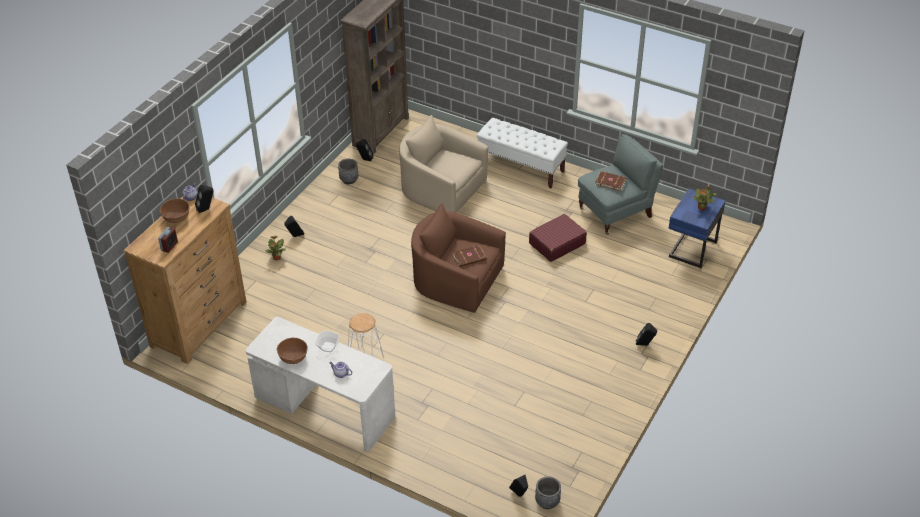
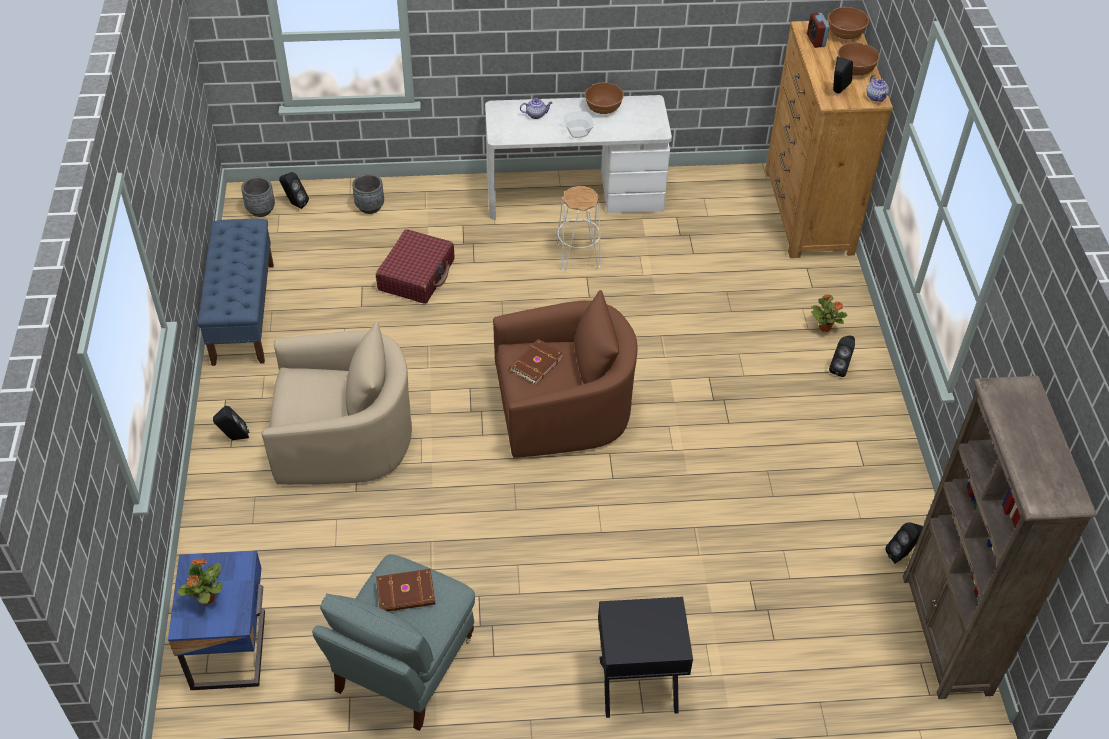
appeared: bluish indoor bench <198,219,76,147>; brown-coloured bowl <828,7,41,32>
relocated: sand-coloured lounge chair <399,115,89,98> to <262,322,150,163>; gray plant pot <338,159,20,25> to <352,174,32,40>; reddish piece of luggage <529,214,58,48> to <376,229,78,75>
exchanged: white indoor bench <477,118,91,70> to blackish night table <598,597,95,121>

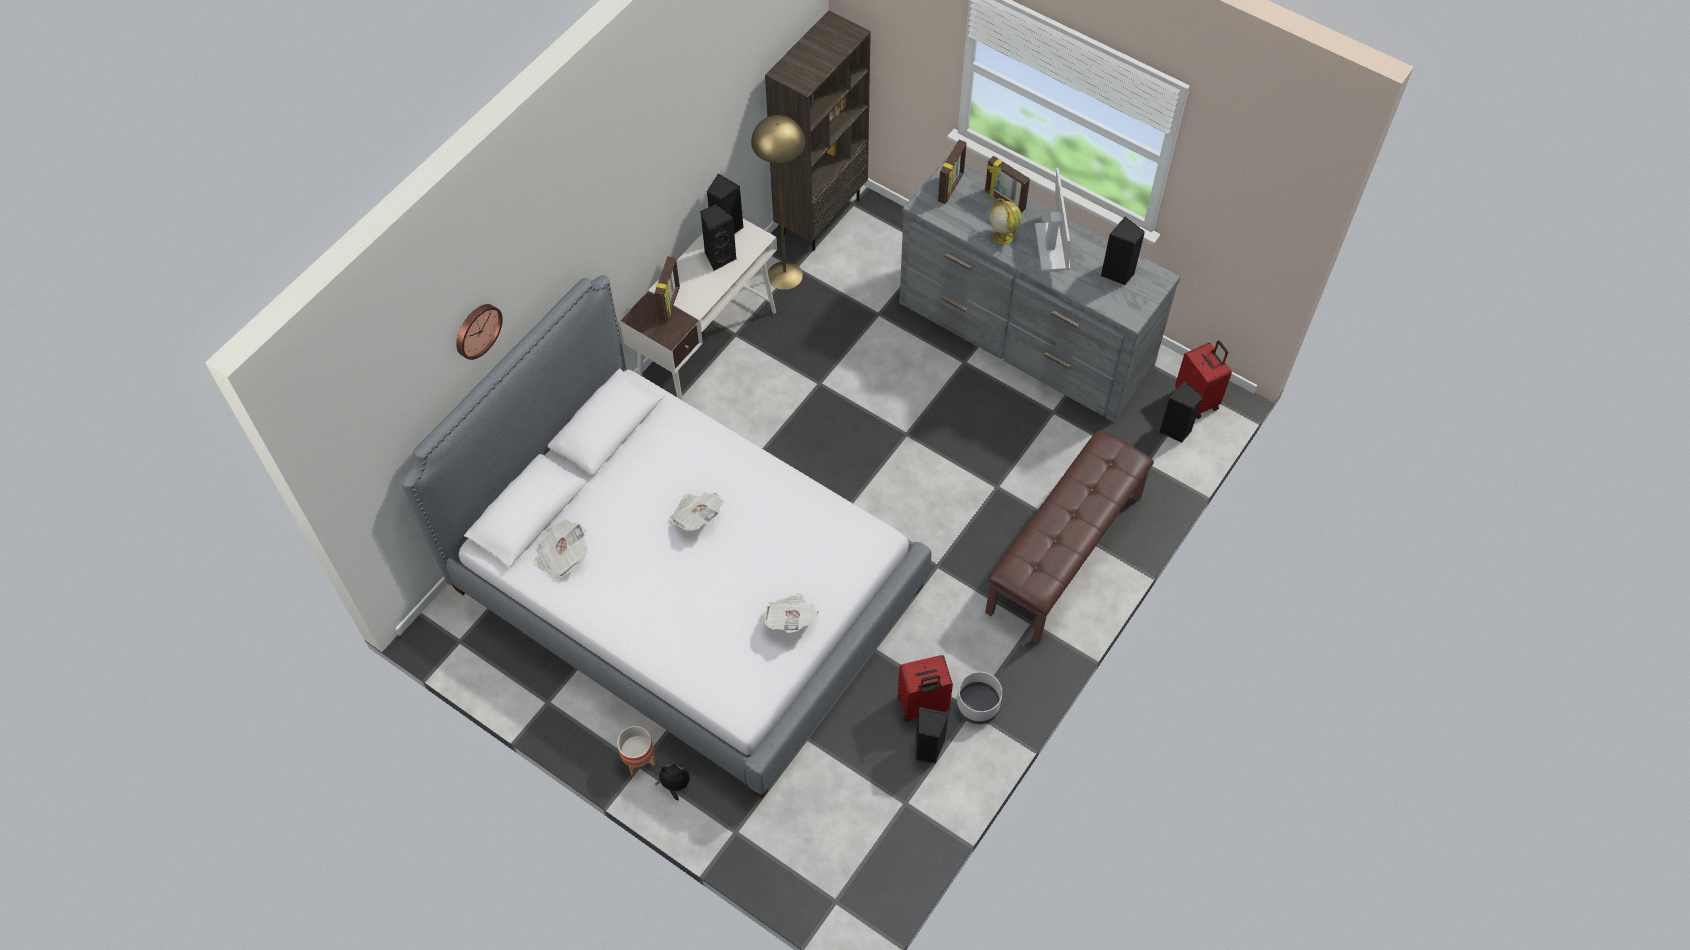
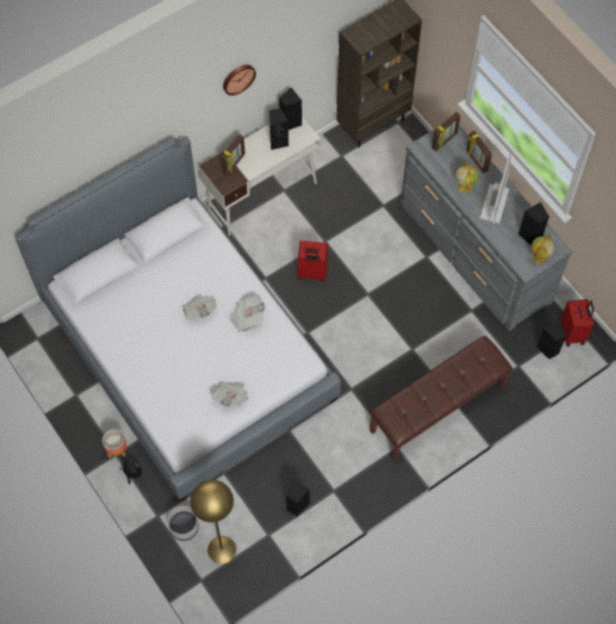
appeared: desk globe <531,234,24,30>
relocated: gray plant pot <957,672,46,52> to <167,506,32,35>; yellow-coloured standard lamp <751,115,54,175> to <190,480,46,84>; wall clock <456,304,47,56> to <223,65,33,31>; printed paper <533,519,54,61> to <228,296,38,36>; reddish piece of luggage <897,655,56,67> to <298,241,30,40>

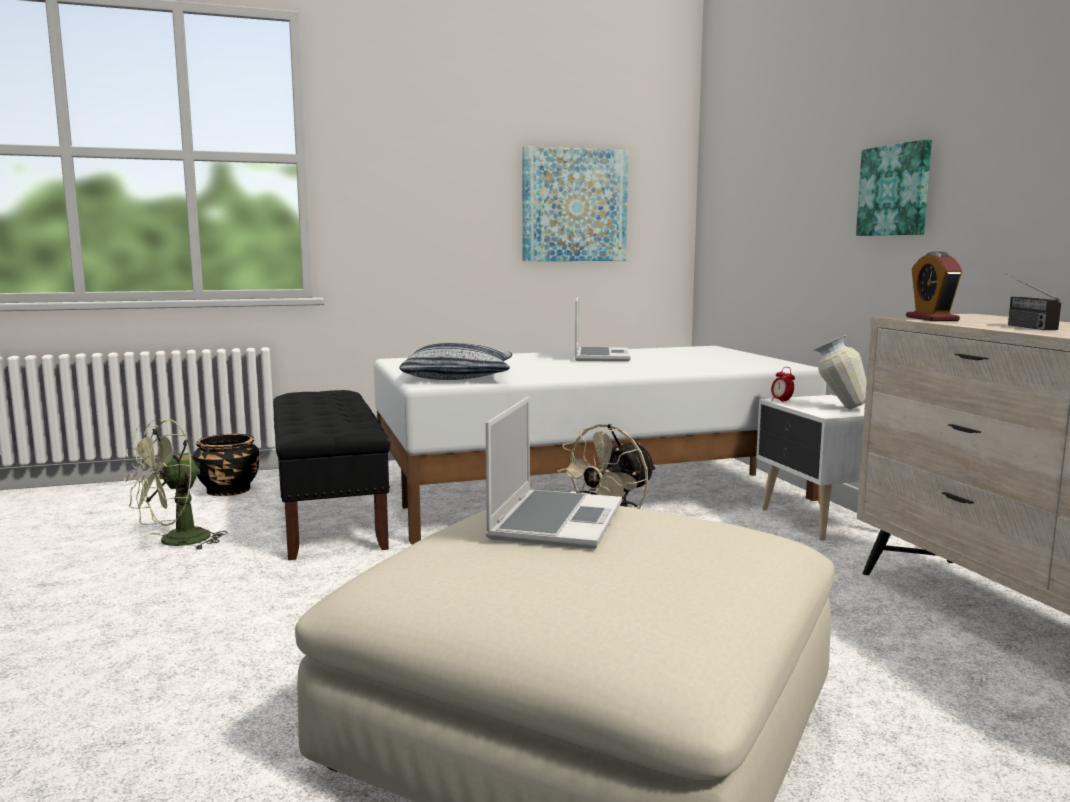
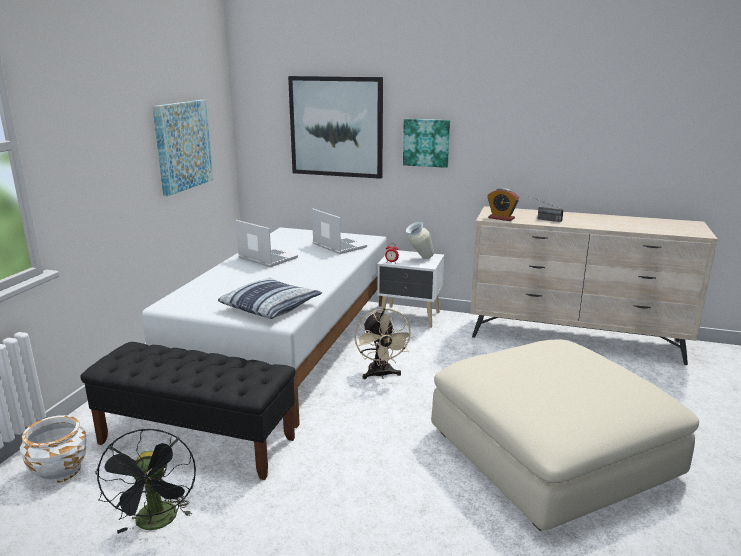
appeared: picture <288,76,95,103>
relocated: laptop <486,397,136,152> to <312,208,55,46>
colour: blackish plant pot <192,434,67,62> to white plant pot <20,415,66,69>; green-coloured electric fan <124,419,104,131> to blackish electric fan <95,429,101,105>

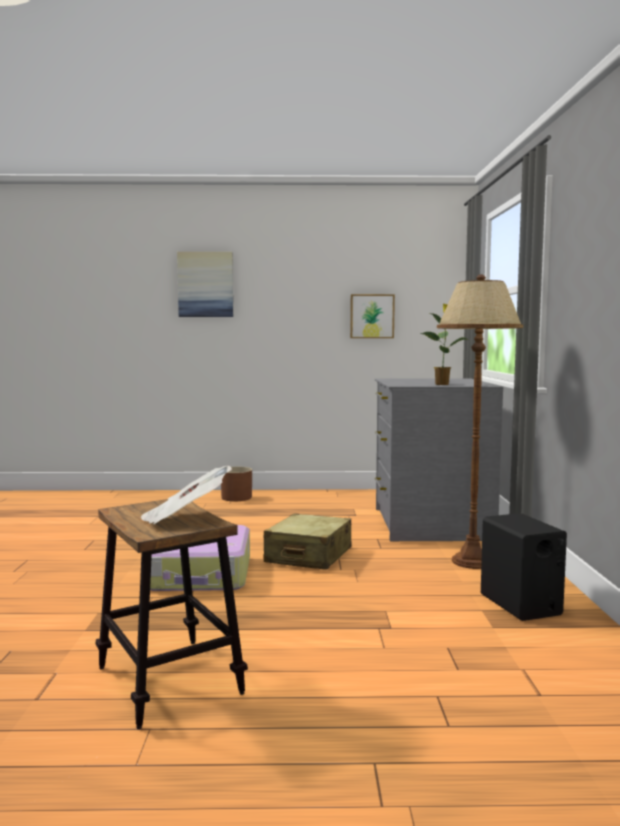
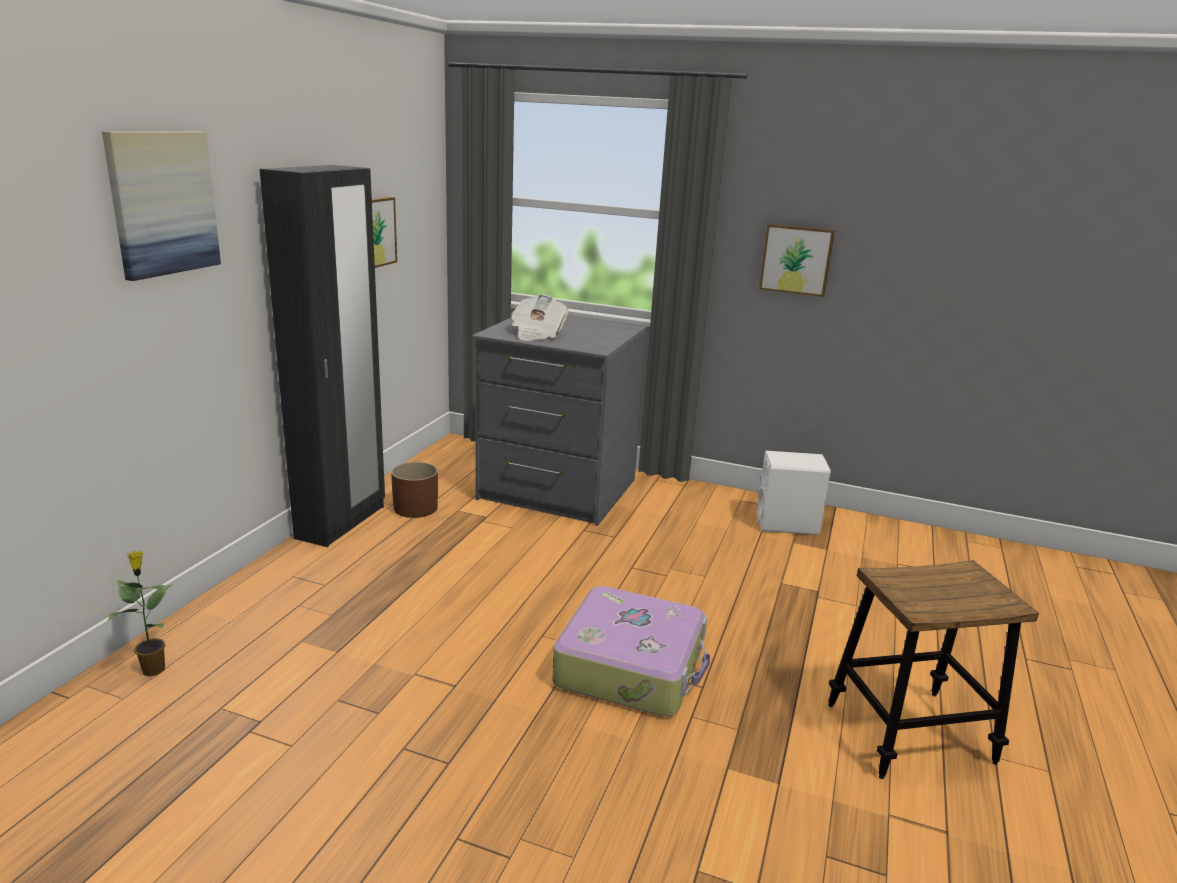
missing: sand-coloured piece of luggage <264,513,87,57>; brown-coloured standard lamp <437,275,86,294>
appeared: blackish armoire <260,165,125,382>; picture <759,224,76,73>
relocated: plant in a pot <420,304,47,81> to <108,551,65,125>; brown-coloured plant pot <221,467,31,34> to <391,462,47,56>; printed paper <141,466,91,59> to <511,294,58,47>
colour: blackish speaker <481,513,86,108> to white speaker <757,451,74,84>

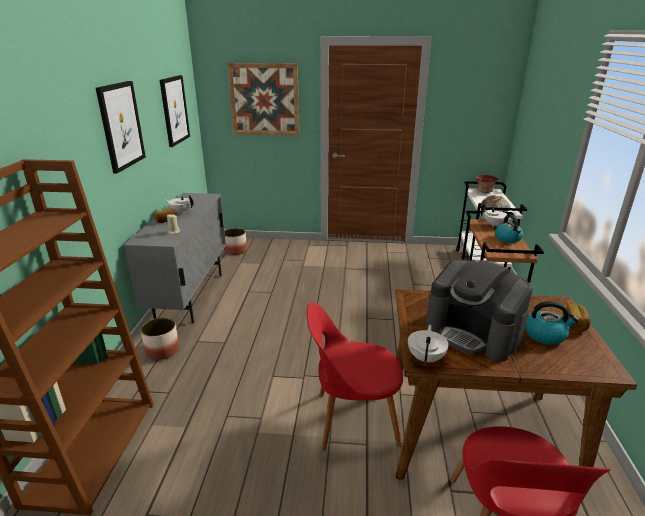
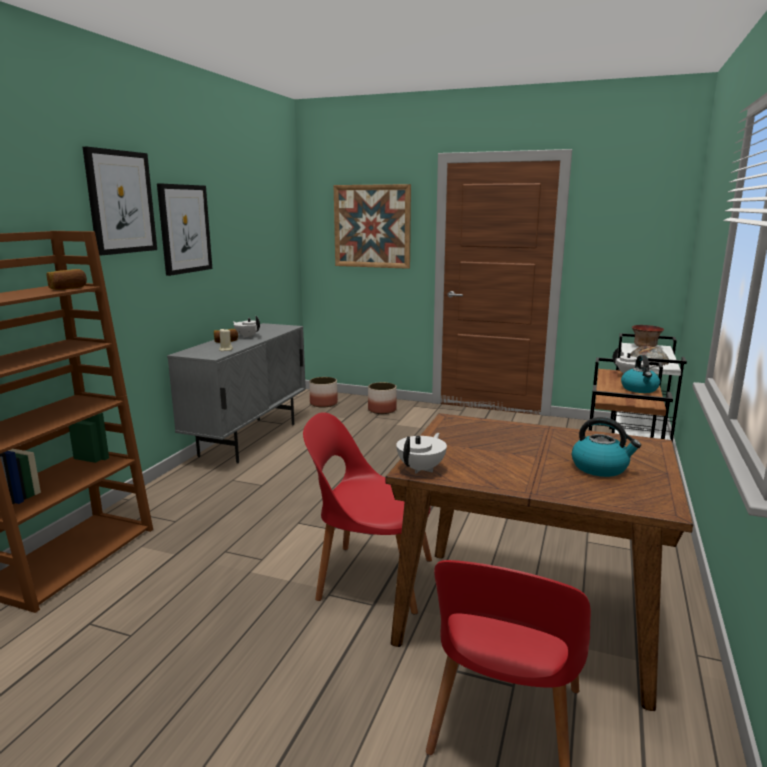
missing: coffee brewer <426,259,107,103>
relocated: bread <566,304,25,28> to <46,269,41,21>; picture <160,75,30,72> to <83,147,74,109>; plant pot <141,317,38,43> to <368,382,29,32>

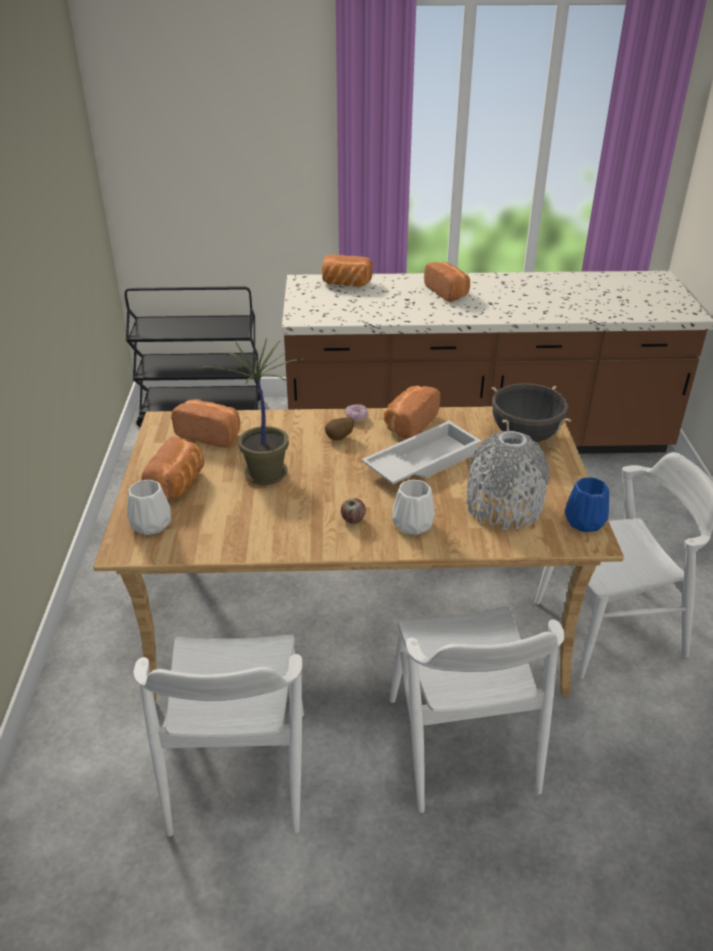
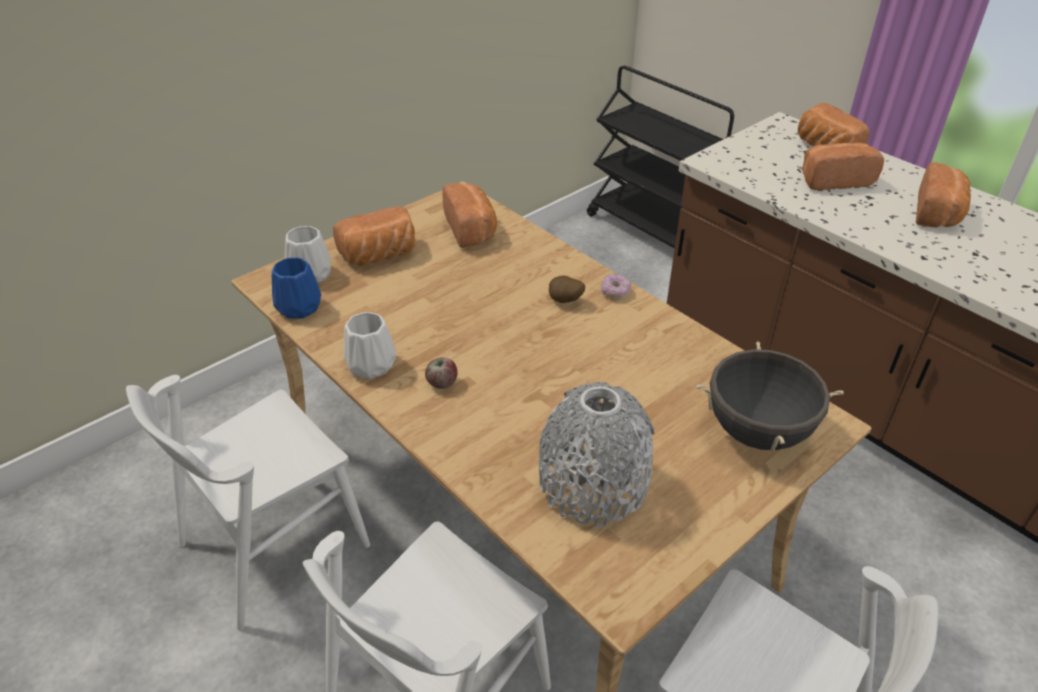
missing: plant in a pot <199,338,105,147>; white tray <361,421,120,63>
relocated: bluish flower vase <565,477,44,55> to <272,258,49,61>; white flower vase <392,480,43,55> to <344,312,52,67>; bread <384,386,56,53> to <802,142,82,48>

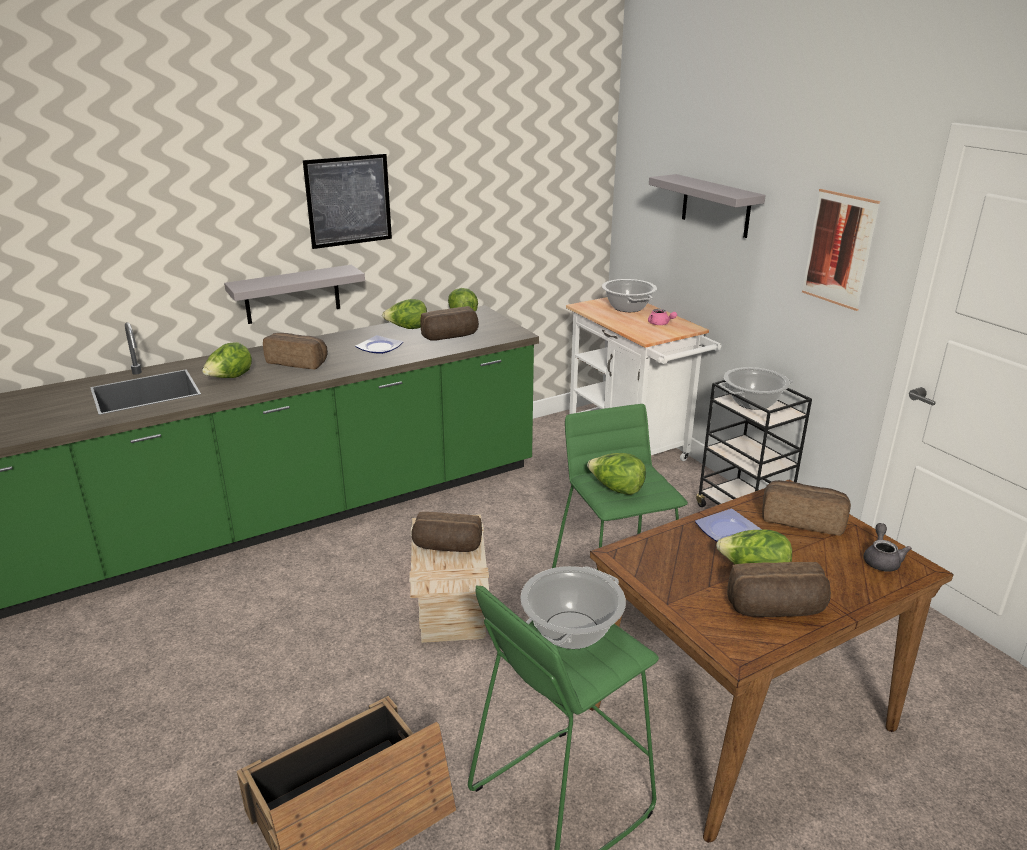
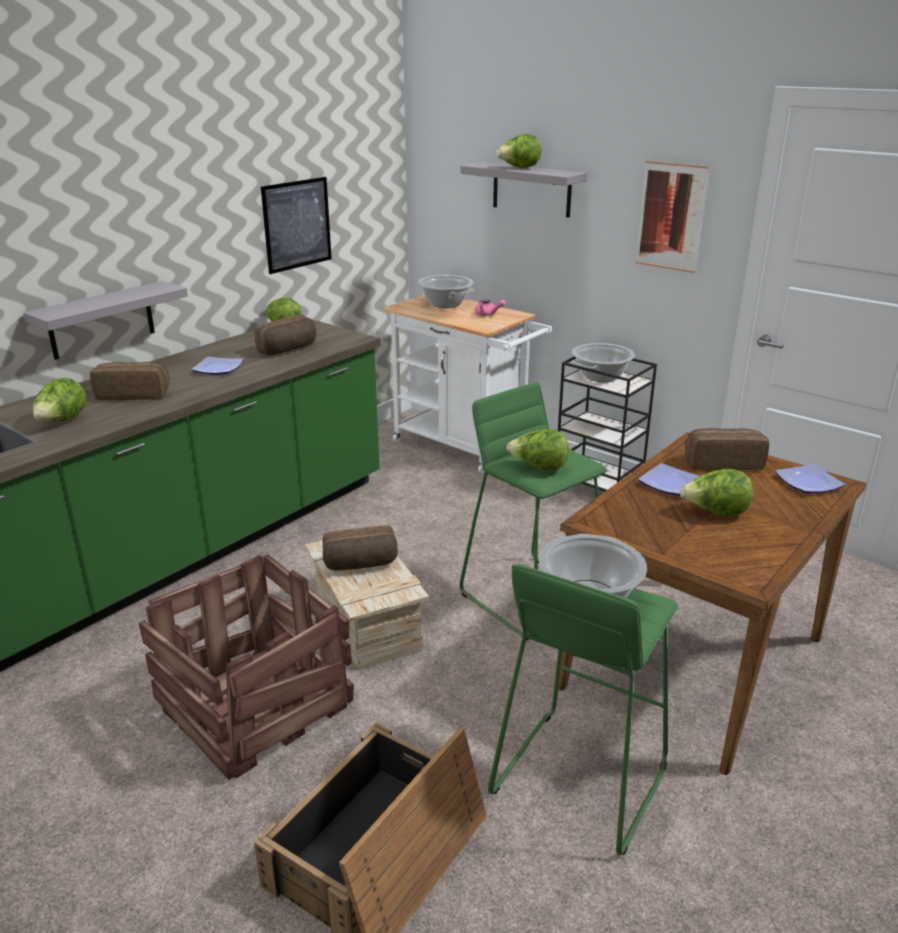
missing: bread <727,562,104,55>
appeared: packing crate <139,554,215,226>
relocated: picture <303,154,89,95> to <261,177,71,97>; head of lettuce <382,299,45,30> to <496,134,46,34>
exchanged: gray pot for tea <864,523,48,49> to flat dish <775,464,70,29>

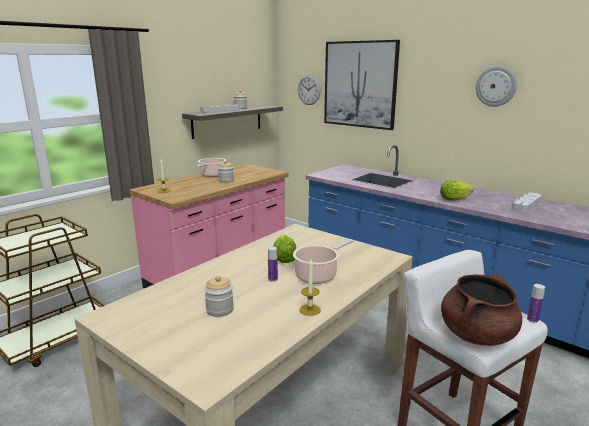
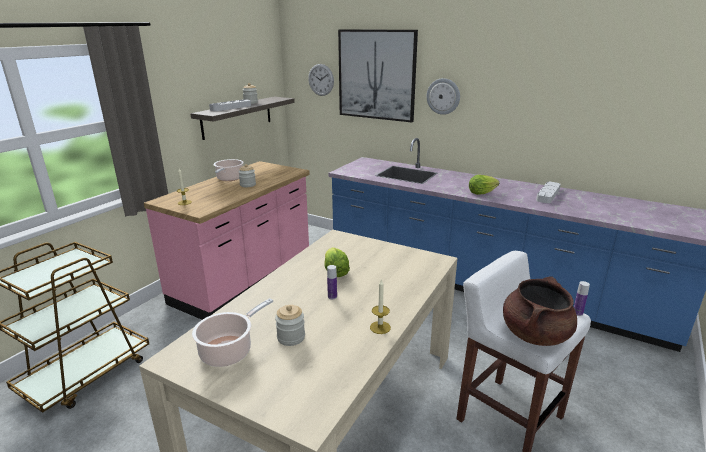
relocated: cooking pot <293,239,61,45> to <192,298,81,69>; wall clock <476,66,41,41> to <426,78,34,37>

